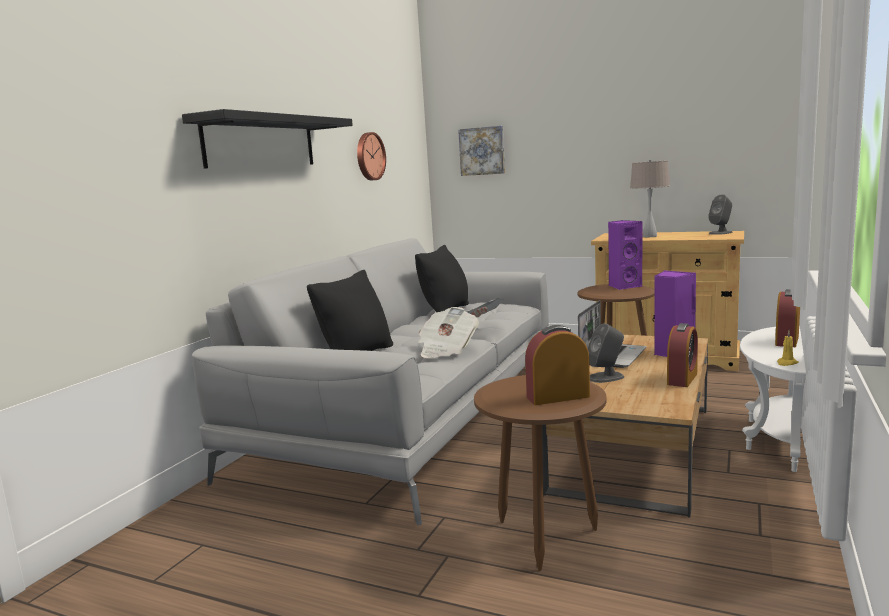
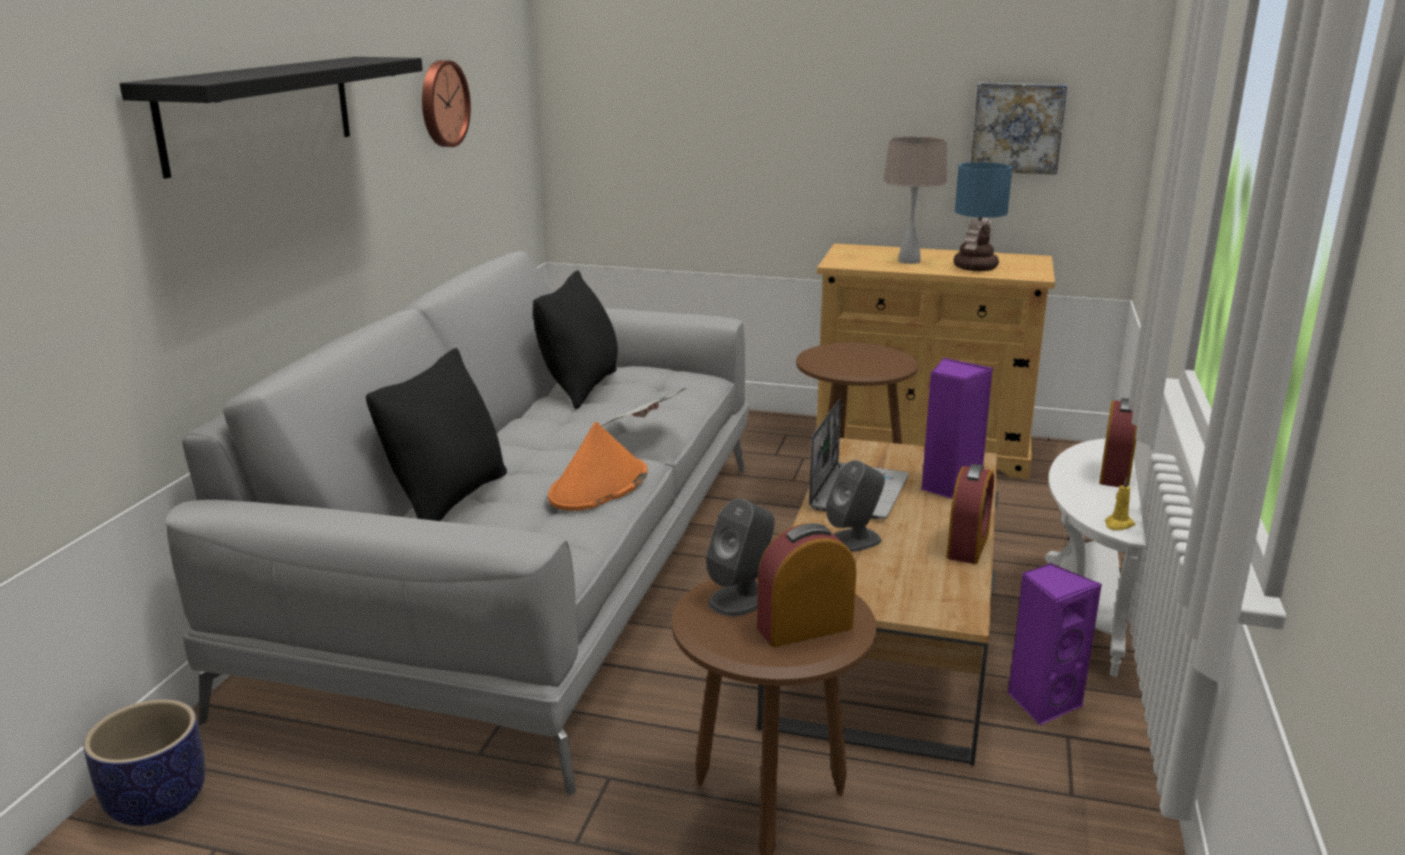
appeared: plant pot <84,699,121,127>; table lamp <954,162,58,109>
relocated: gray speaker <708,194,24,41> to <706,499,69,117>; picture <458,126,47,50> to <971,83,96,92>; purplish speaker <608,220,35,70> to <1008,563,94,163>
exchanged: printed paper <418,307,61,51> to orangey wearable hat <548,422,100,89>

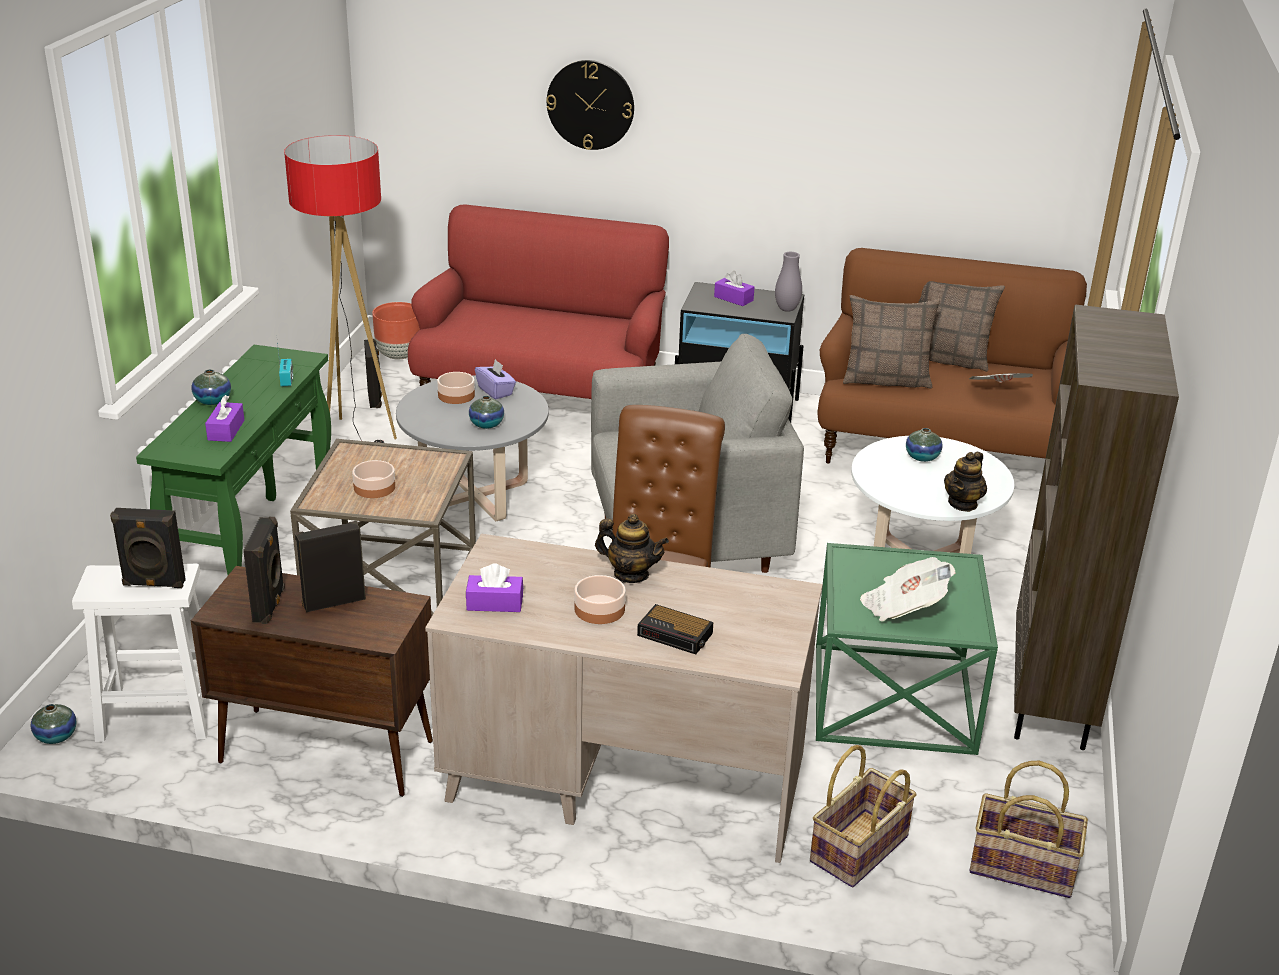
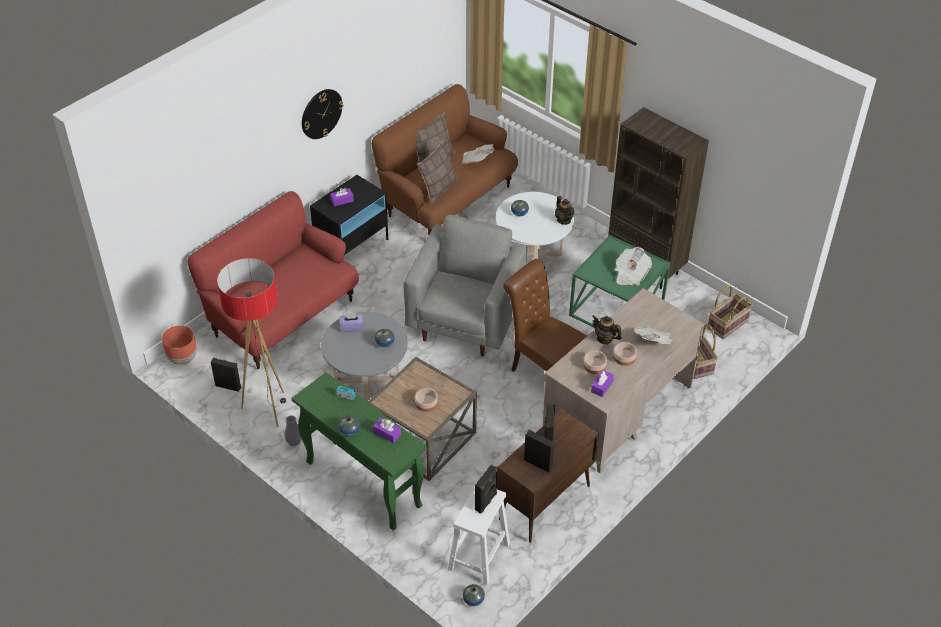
relocated: gray flower vase <775,252,27,60> to <284,415,18,31>; wall clock <546,60,88,90> to <302,89,41,50>; bowl <437,372,38,32> to <584,351,23,23>
exchanged: table clock <637,604,76,50> to printed paper <634,327,39,17>
spun: pot for tea <595,514,74,69> = <592,315,29,29> 105 degrees counterclockwise

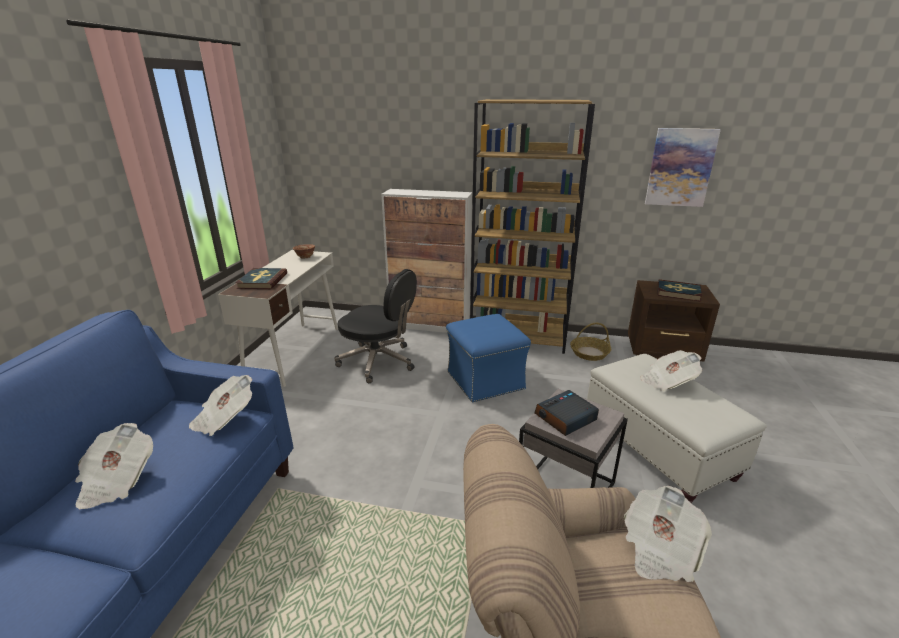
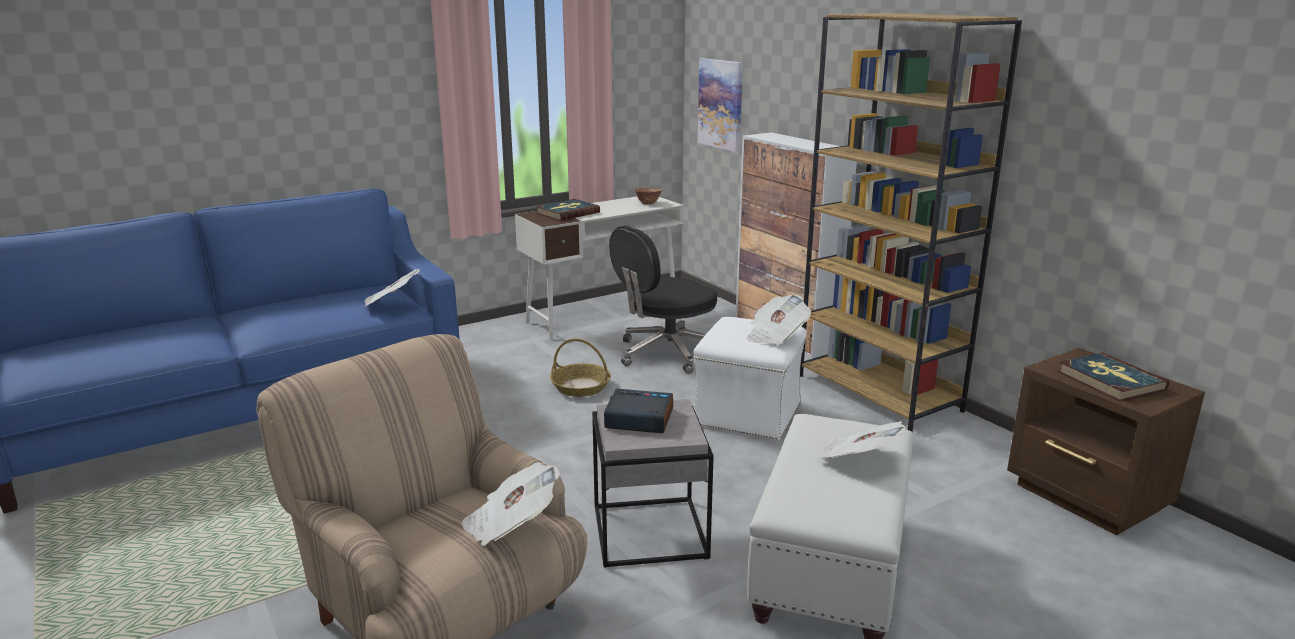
relocated: basket <570,323,41,38> to <550,338,61,59>; picture <645,128,76,79> to <698,58,45,94>; printed paper <75,423,78,86> to <747,295,64,49>
colour: bluish pouffe <446,314,85,88> to white pouffe <693,317,114,123>
spun: blackish desk chair <334,269,83,114> = <609,225,108,149> 75 degrees clockwise

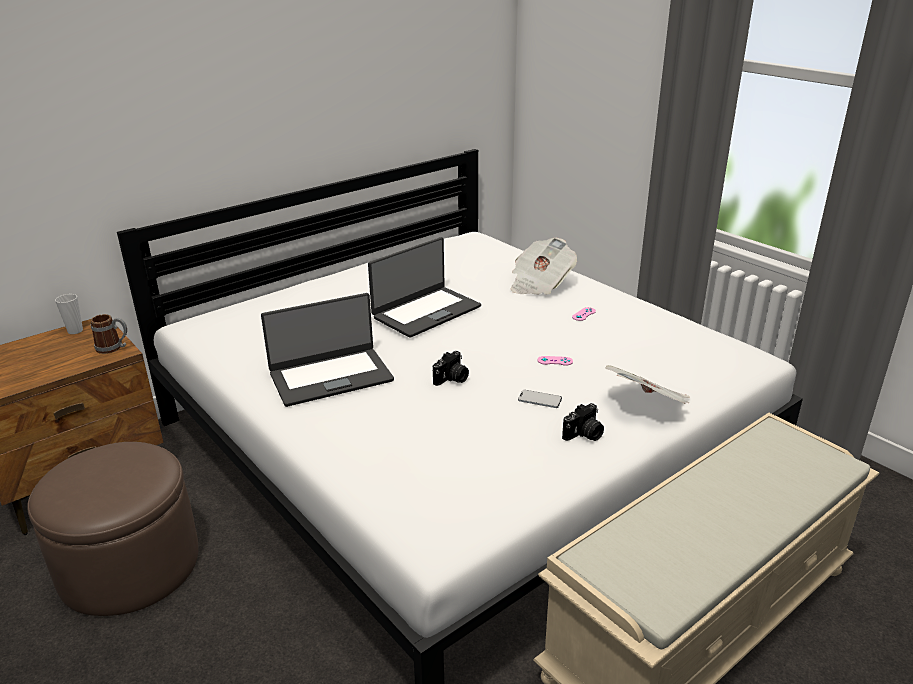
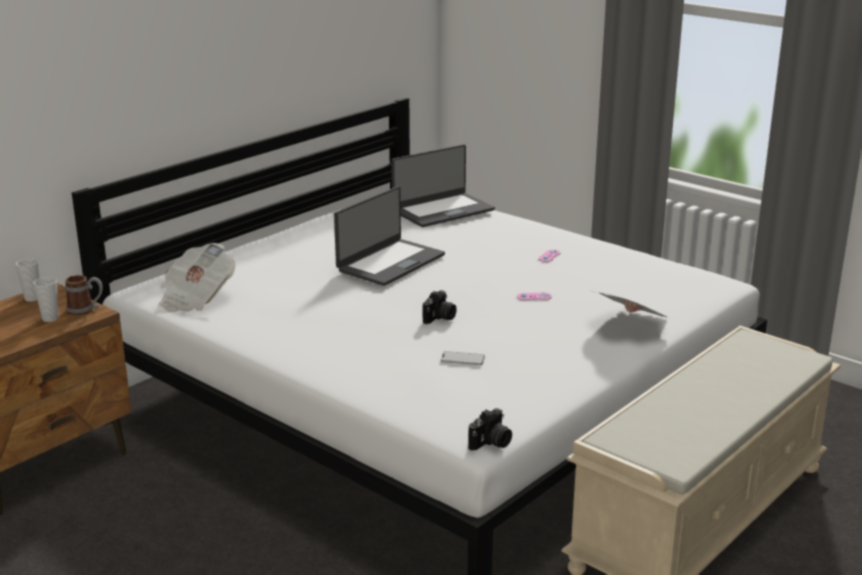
missing: brown-coloured pouffe <27,442,172,174>
appeared: drinking cup <33,277,26,45>
relocated: printed paper <511,238,66,57> to <157,243,78,69>; laptop <261,293,133,114> to <391,144,104,83>; handset <518,390,44,18> to <441,351,44,14>; still camera <562,403,42,38> to <468,408,44,43>

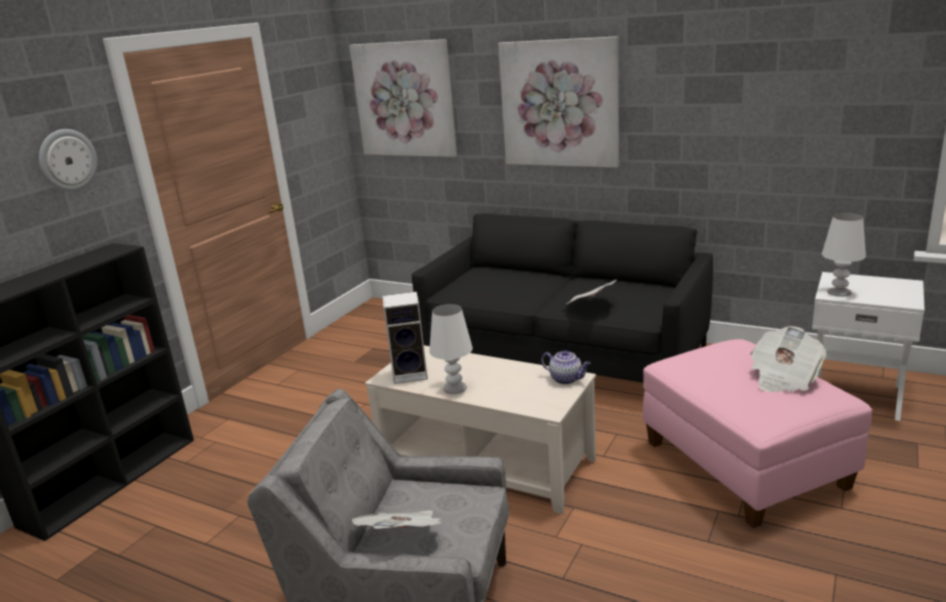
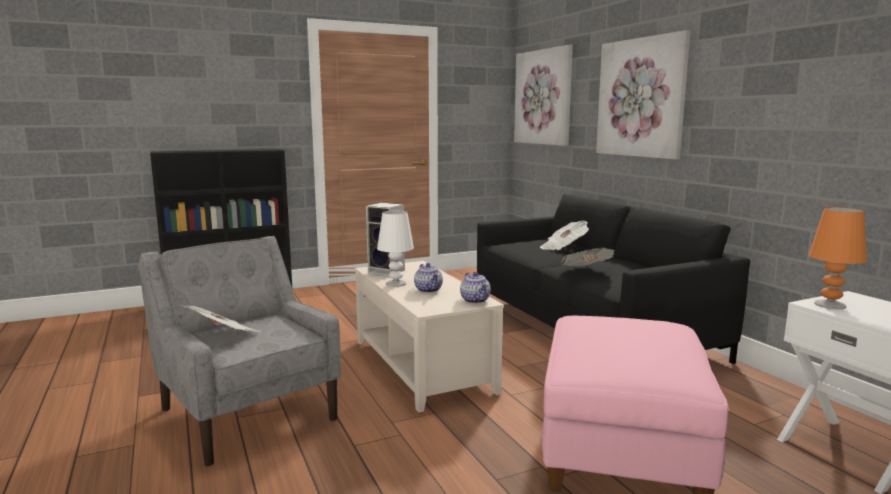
missing: wall clock <39,129,59,63>
appeared: pot for tea <414,263,29,30>
relocated: printed paper <751,326,75,66> to <540,221,49,29>
colour: white table lamp <822,213,44,83> to orangey table lamp <809,207,58,103>

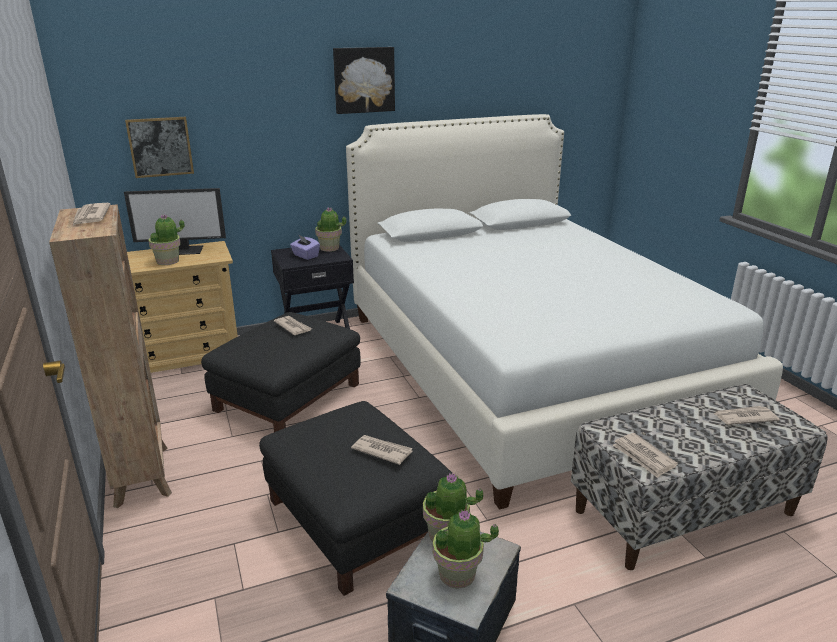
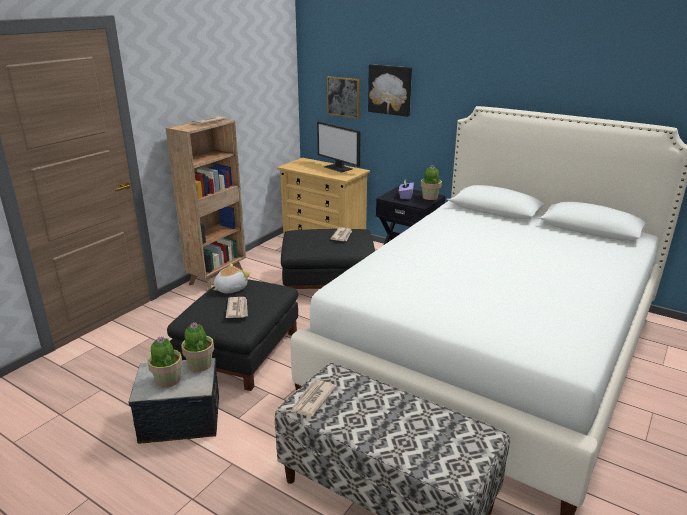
missing: plant in a pot <148,214,37,51>; printed paper <713,406,67,19>
appeared: cuddly toy <214,264,36,29>
relocated: picture <333,47,62,67> to <368,64,44,53>

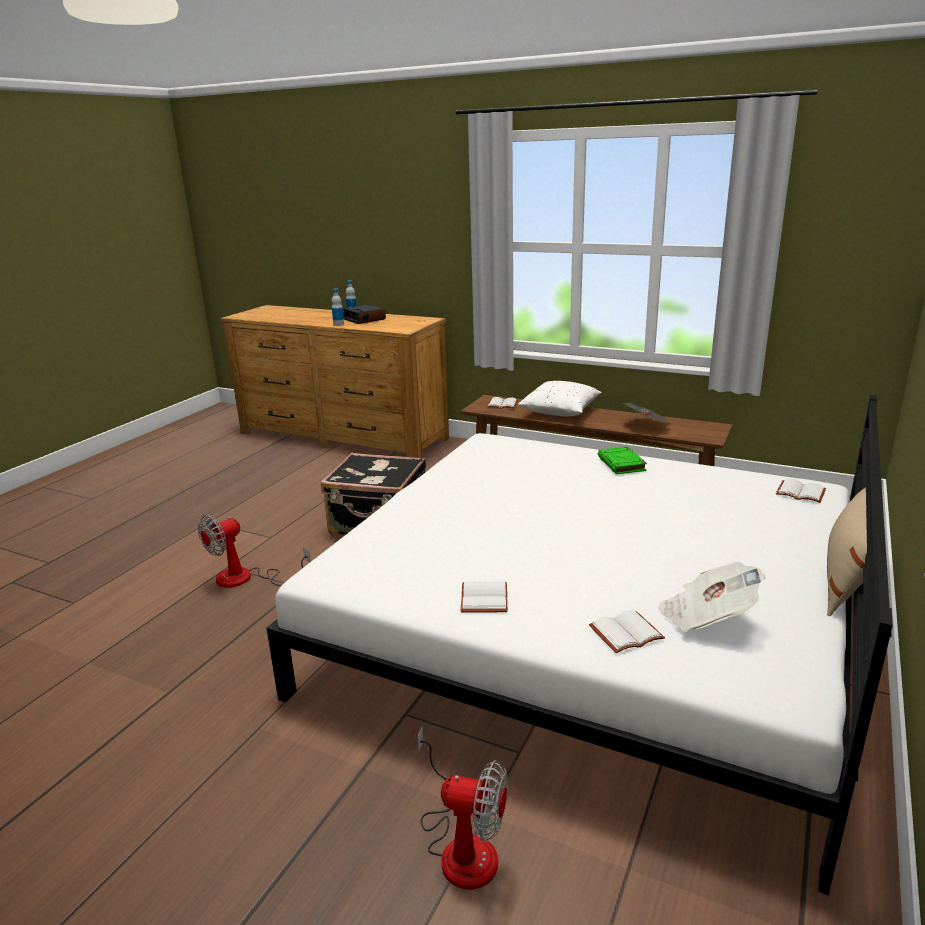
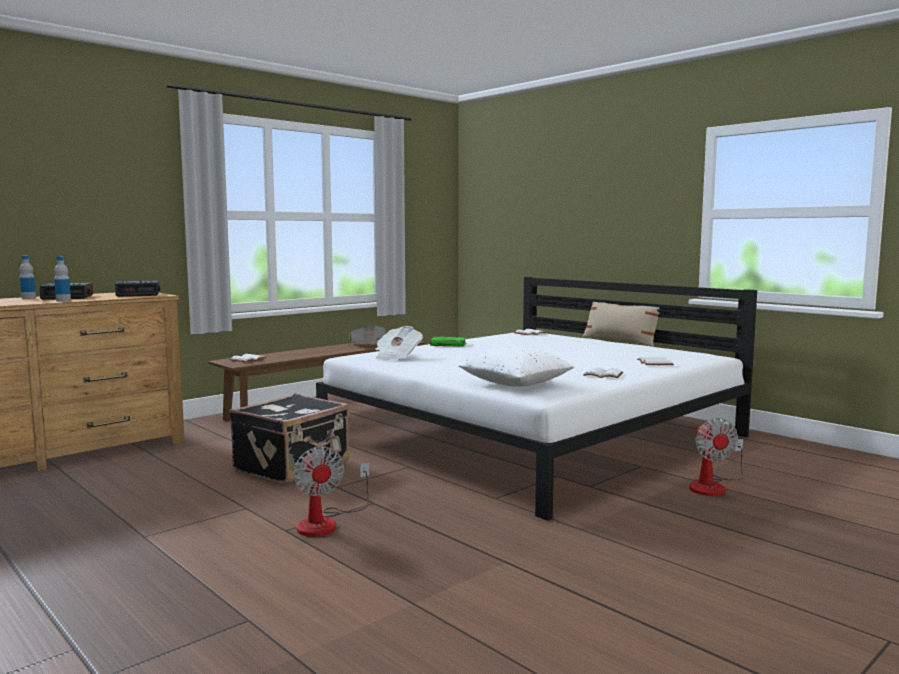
appeared: table clock <115,281,45,16>
relocated: printed paper <659,562,106,70> to <375,326,48,35>; white throw pillow <518,381,84,35> to <458,346,116,41>
spun: electric fan <417,728,91,162> = <689,418,55,78> 135 degrees clockwise

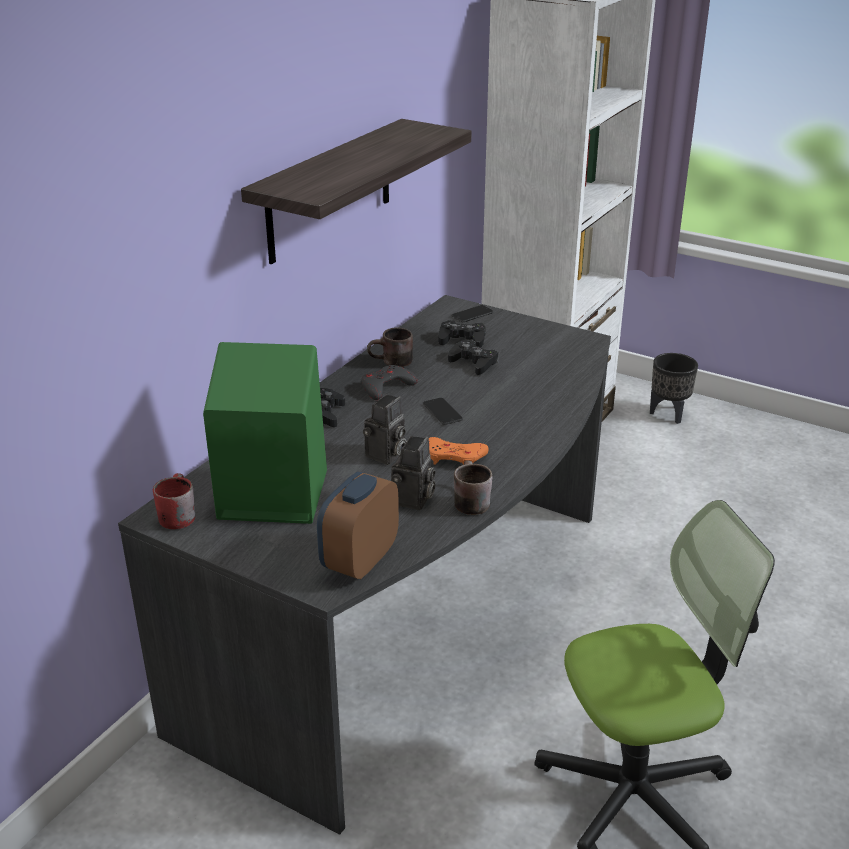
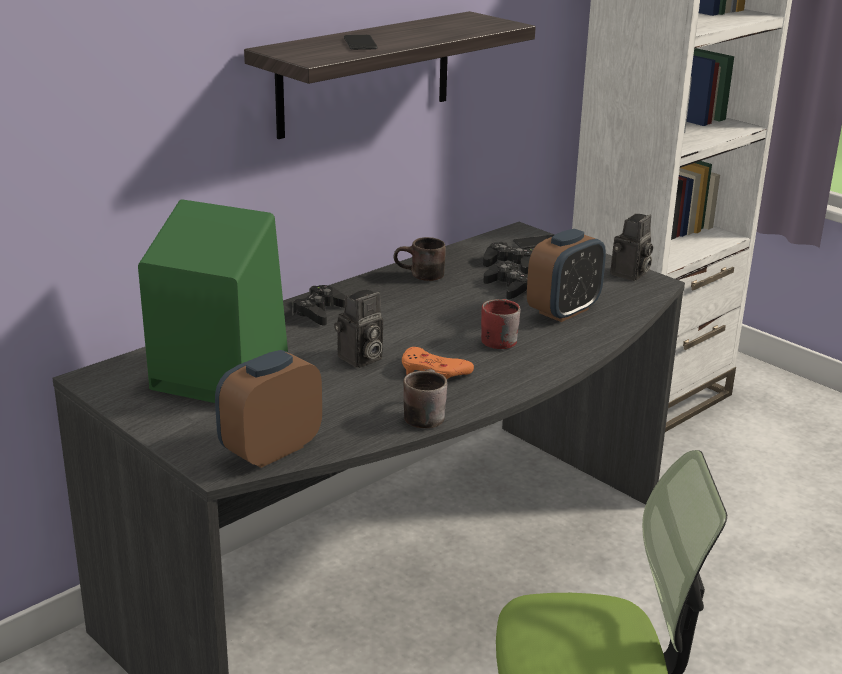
missing: gray joypad <361,365,57,35>; blackish plant pot <650,353,48,71>
appeared: table clock <527,229,79,93>
relocated: handset <423,398,40,27> to <344,35,34,15>; reddish mug <153,473,42,56> to <481,299,39,50>; still camera <391,436,44,74> to <611,214,42,67>

